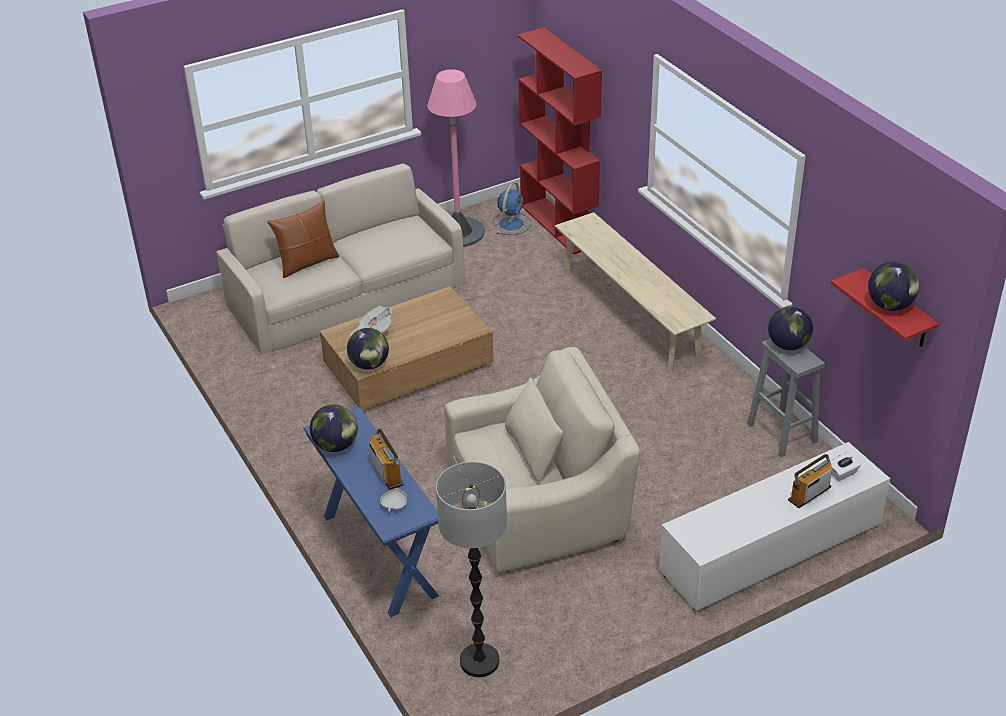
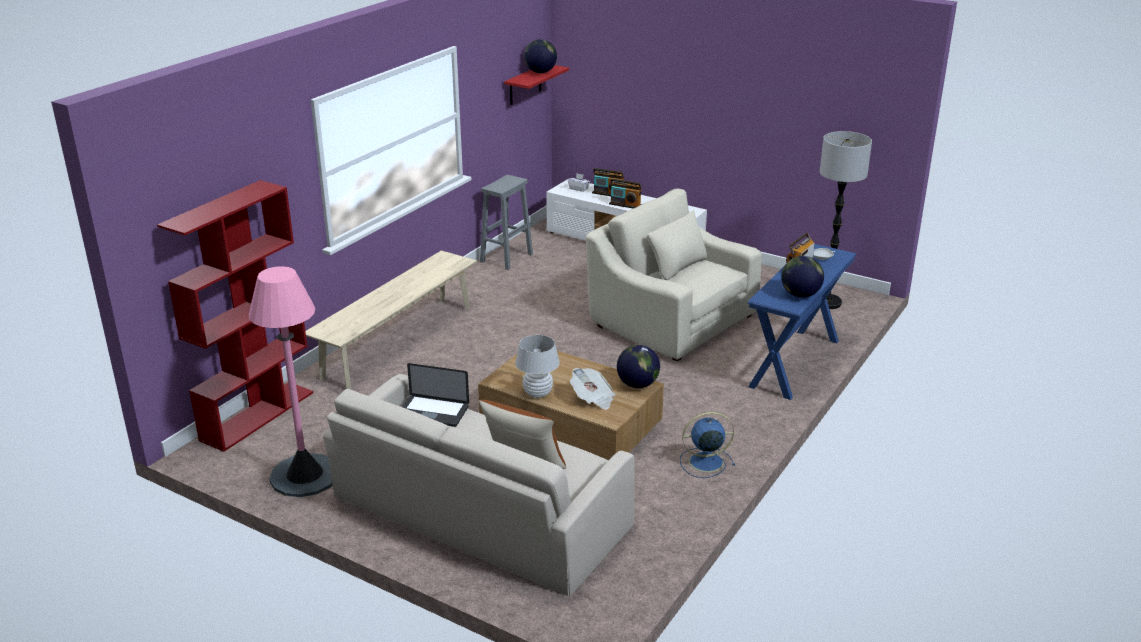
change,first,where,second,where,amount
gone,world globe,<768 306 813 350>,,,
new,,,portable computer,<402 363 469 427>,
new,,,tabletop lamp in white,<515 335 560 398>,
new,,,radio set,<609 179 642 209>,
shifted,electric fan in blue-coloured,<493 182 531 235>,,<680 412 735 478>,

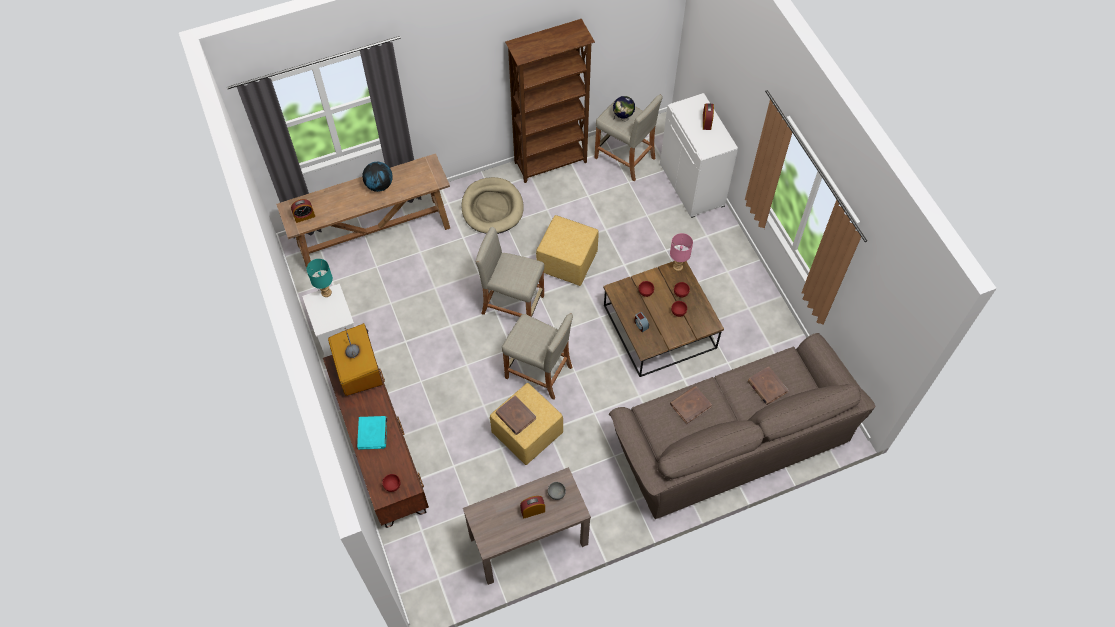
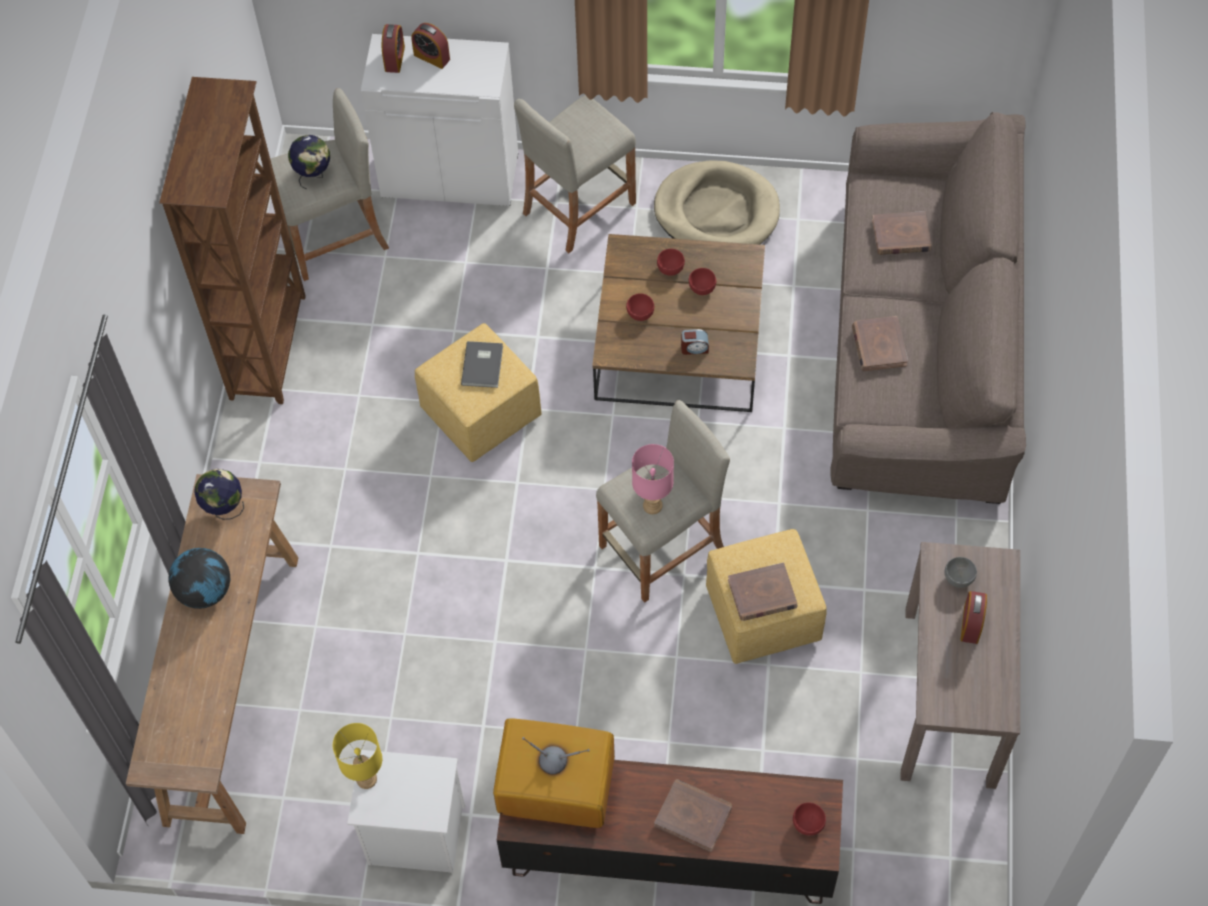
change,first,where,second,where,amount
new,,,world globe,<194 469 244 520>,
new,,,bound book in gray,<461 341 503 388>,
shifted,table clock,<291 199 315 223>,,<382 24 405 73>,
shifted,pet bed in sand-coloured,<461 177 524 234>,,<654 160 780 245>,
shifted,stool in sand-coloured,<476 227 544 317>,,<514 95 636 253>,
shifted,tabletop lamp in pink-coloured,<670 233 693 271>,,<632 444 674 514>,
repainted,tabletop lamp in blue-green,<306 259 333 297>,tabletop lamp in yellow-coloured,<333 723 382 789>,
repainted,bound book in blue-green,<357 416 387 450>,bound book in brownish,<654 779 732 852>,

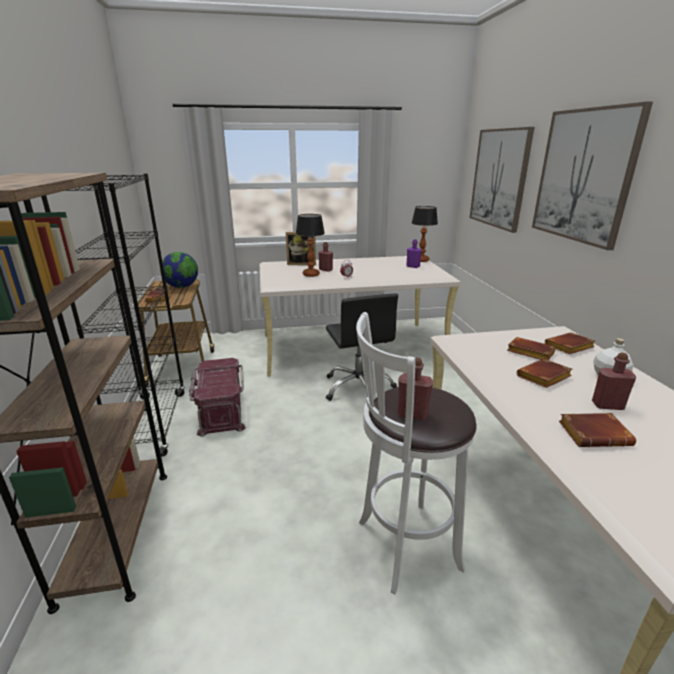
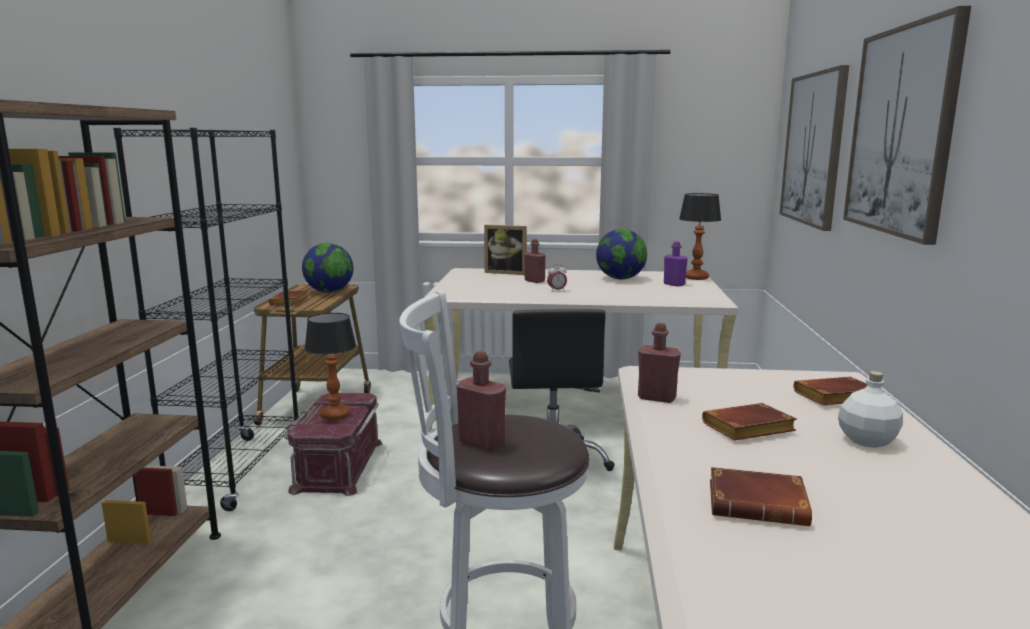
change,first,where,second,where,amount
gone,bound book in brownish,<507 337 556 360>,,,
new,,,world globe,<596 229 647 280>,
shifted,tabletop lamp,<296 214 325 277>,,<305 313 356 420>,
shifted,drink bottle in reddish,<592 353 636 410>,,<638 323 681 403>,

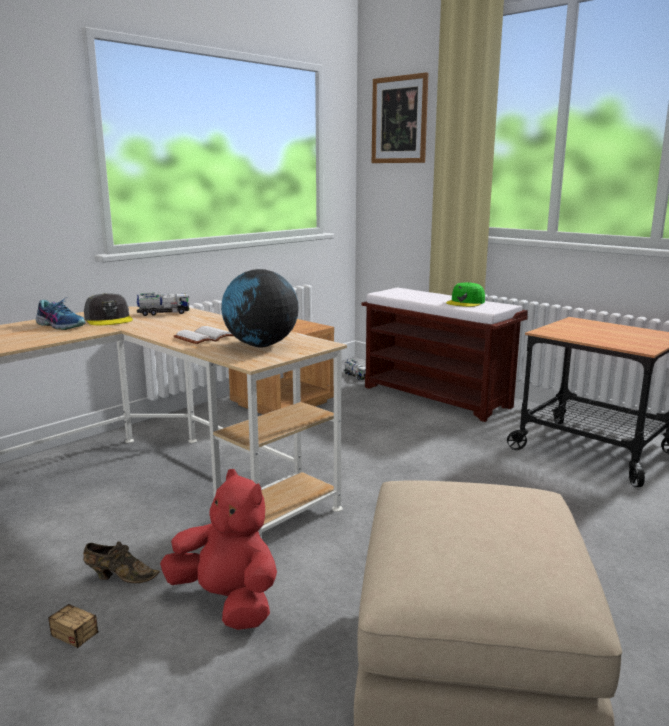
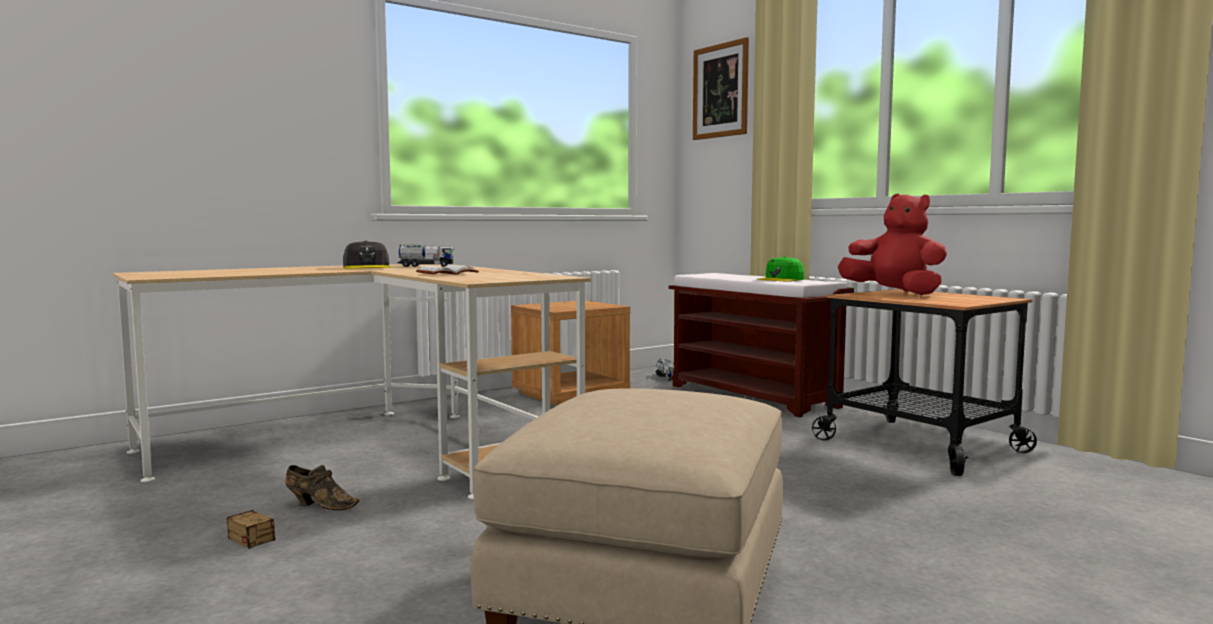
change,first,where,second,where,amount
gone,shoe,<36 298 86 330>,,,
gone,world globe,<221 269 299 347>,,,
shifted,cuddly toy in reddish,<160 469 277 630>,,<838 193 947 295>,

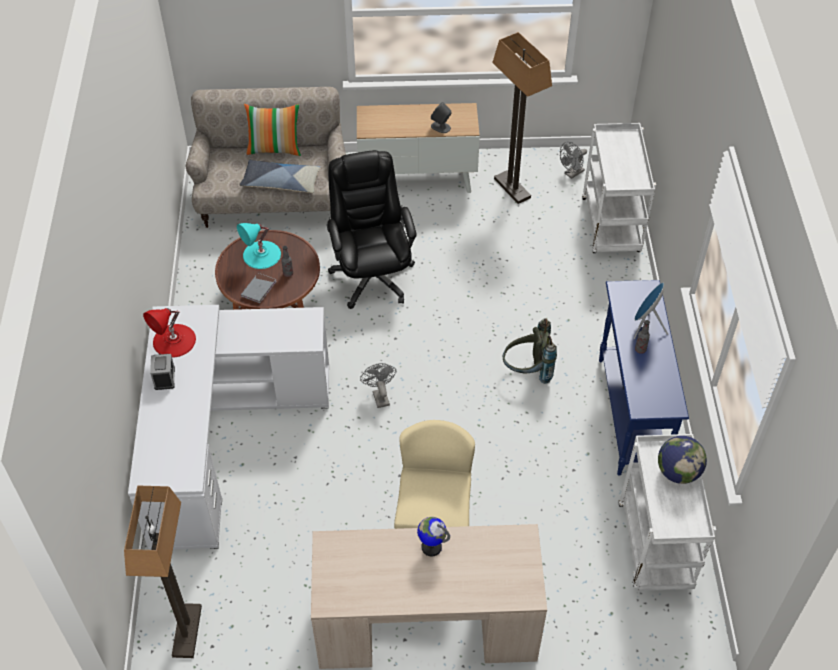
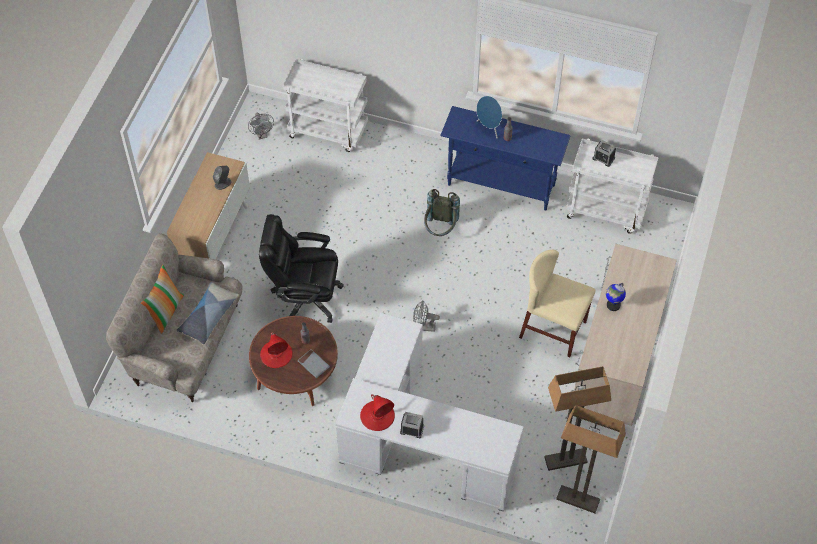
change,first,where,second,where,amount
shifted,floor lamp,<492 32 552 204>,,<544 366 611 471>,
swapped,world globe,<658 436 707 484>,table clock,<592 140 616 167>,
repainted,tabletop lamp in blue-green,<237 223 281 269>,tabletop lamp in reddish,<260 333 293 368>,

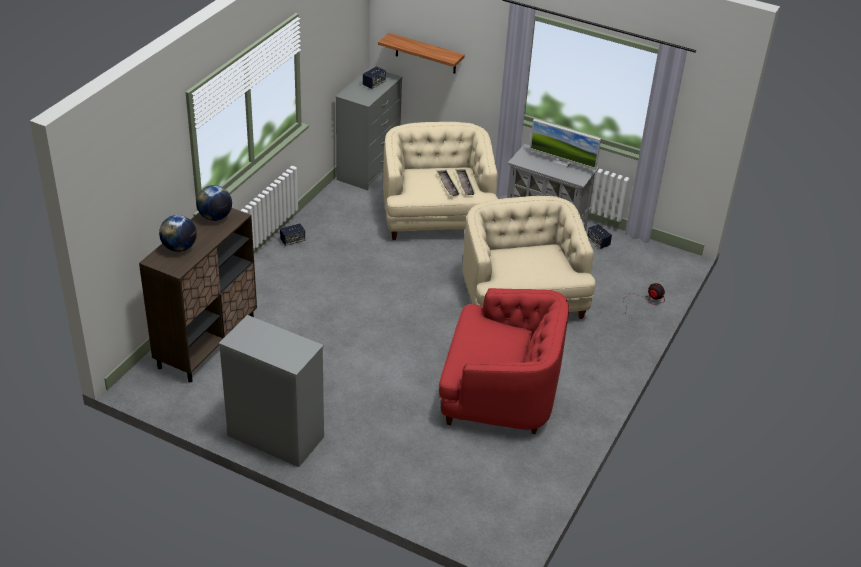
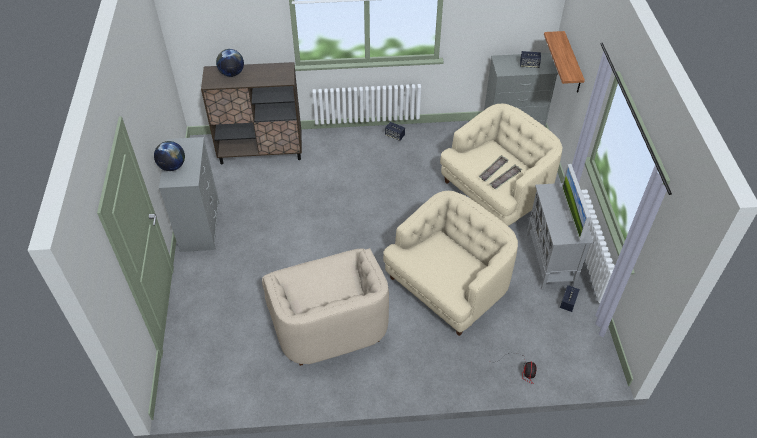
change,first,where,second,where,amount
shifted,world globe,<196 185 232 221>,,<154 141 185 171>,
repainted,lounge chair in reddish,<439 288 569 434>,lounge chair in sand-coloured,<262 248 389 366>,

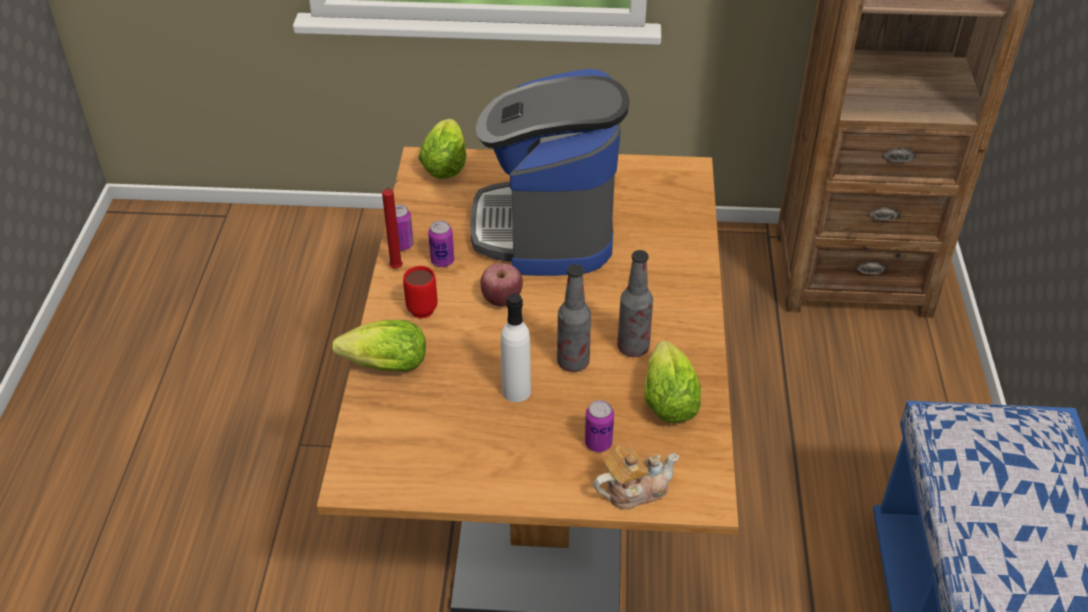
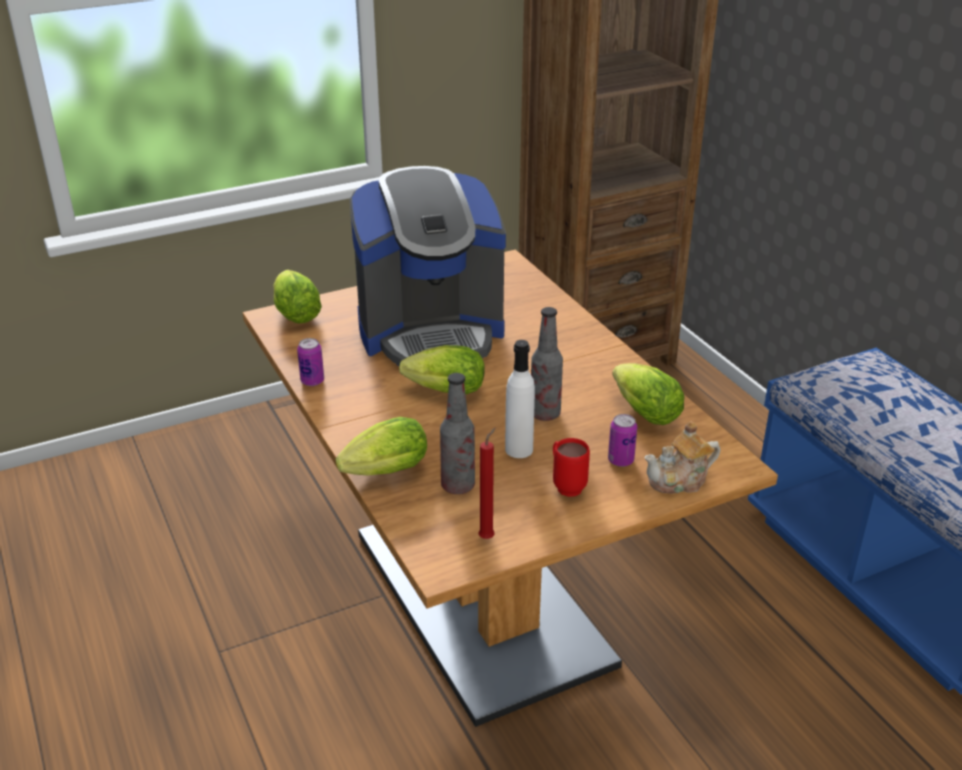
change,first,where,second,where,amount
gone,metal can,<428 220 454 267>,,,
shifted,wax light in reddish,<382 180 403 268>,,<478 428 496 539>,
shifted,mug in reddish,<403 266 438 318>,,<553 438 590 497>,
shifted,drink bottle,<617 250 653 357>,,<440 373 475 494>,
swapped,apple fruit,<481 263 523 306>,lettuce,<399 345 485 395>,
rotated,coffee machine,<470 69 630 276>,,<350 166 506 366>,75 degrees counterclockwise
rotated,teapot,<593 446 679 509>,,<645 422 720 493>,150 degrees counterclockwise

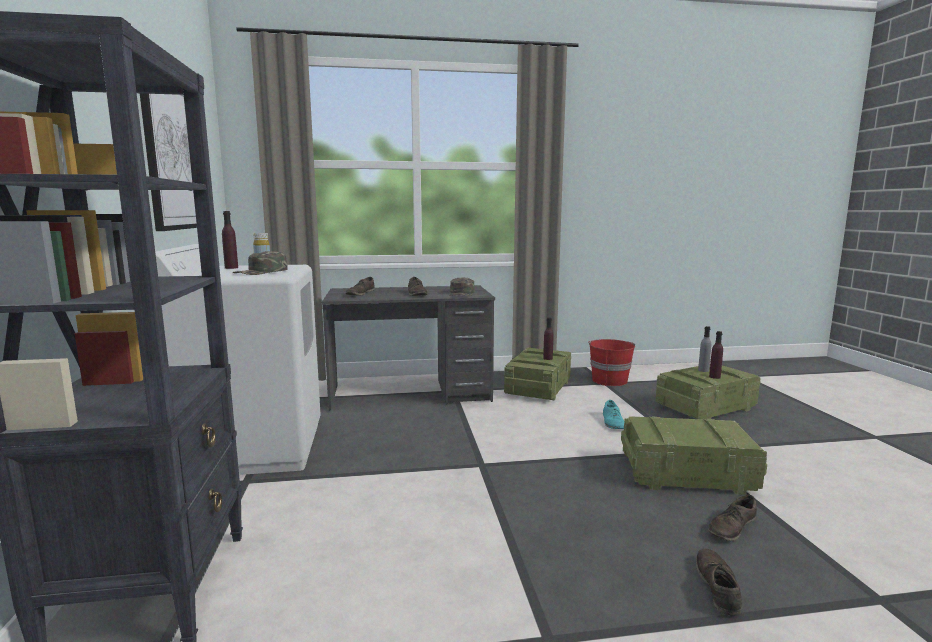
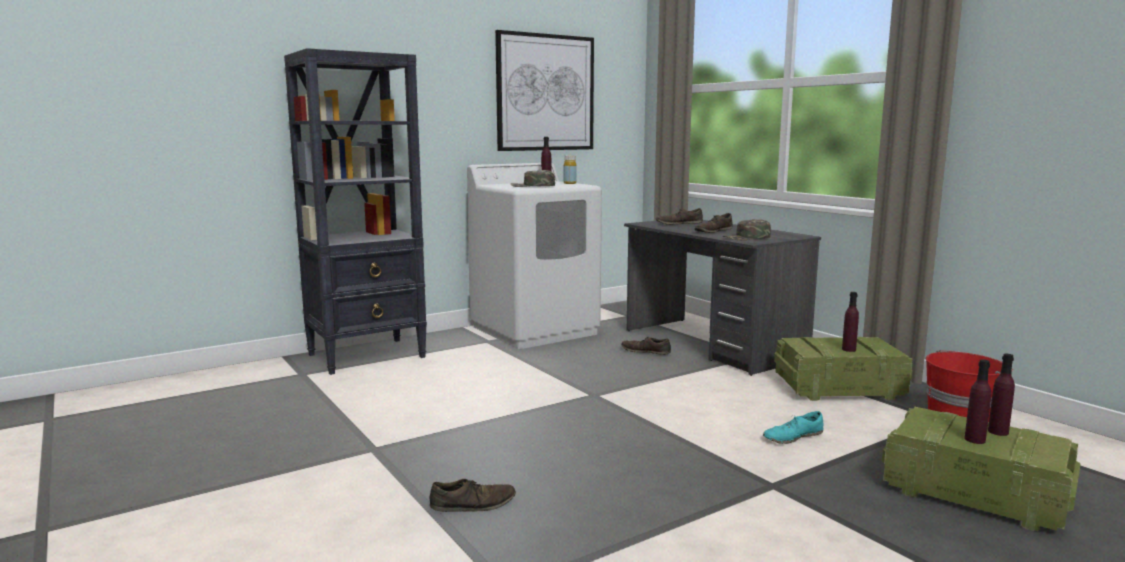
change,first,where,second,where,amount
gone,packing crate,<621 416 767 495>,,,
shifted,shoe in brownish,<708 495 757 541>,,<621 336 671 355>,
repainted,drink bottle in gray,<698 326 711 372>,drink bottle in purple-coloured,<988 354 1015 436>,

